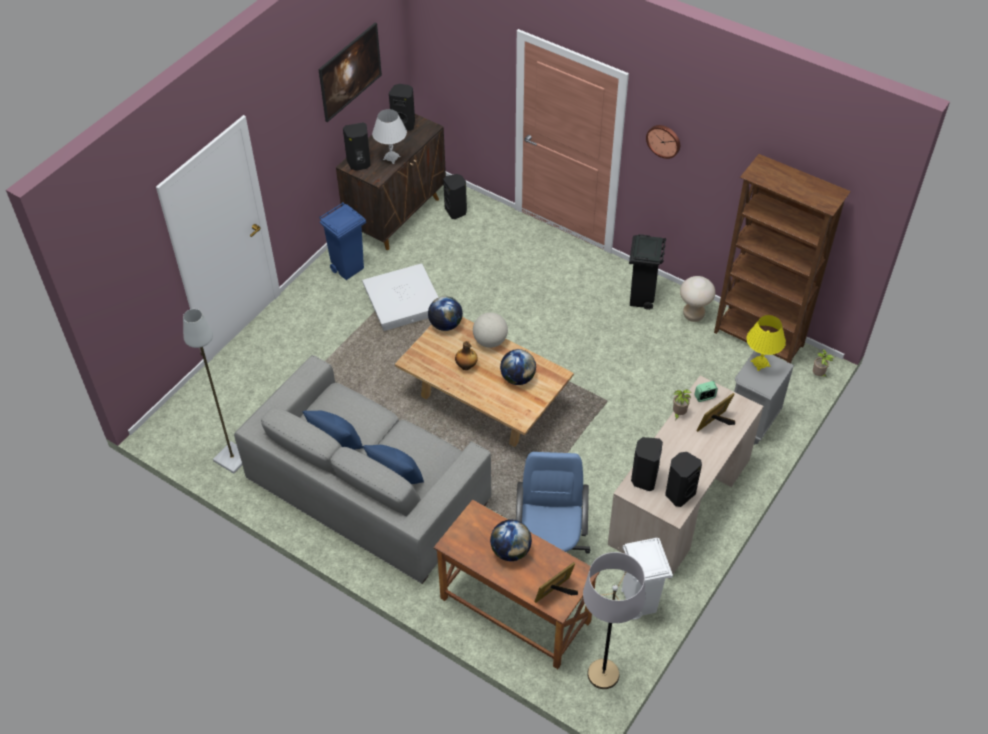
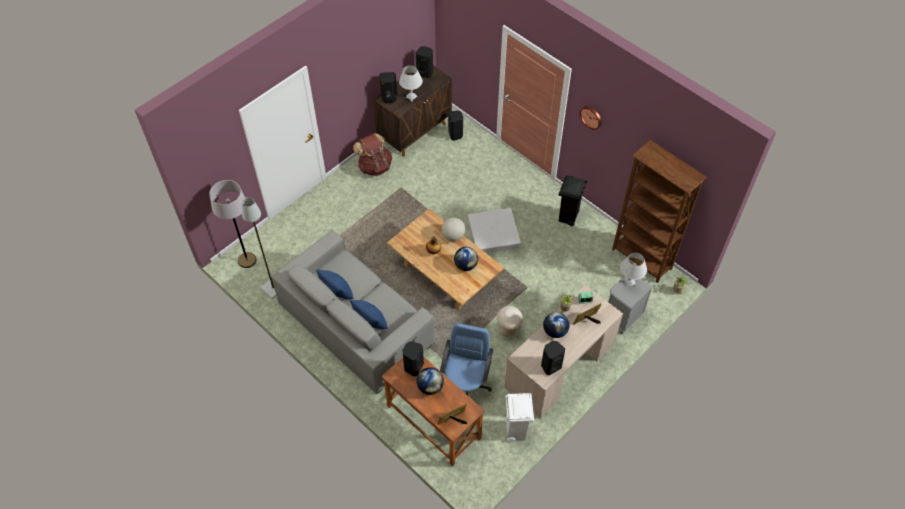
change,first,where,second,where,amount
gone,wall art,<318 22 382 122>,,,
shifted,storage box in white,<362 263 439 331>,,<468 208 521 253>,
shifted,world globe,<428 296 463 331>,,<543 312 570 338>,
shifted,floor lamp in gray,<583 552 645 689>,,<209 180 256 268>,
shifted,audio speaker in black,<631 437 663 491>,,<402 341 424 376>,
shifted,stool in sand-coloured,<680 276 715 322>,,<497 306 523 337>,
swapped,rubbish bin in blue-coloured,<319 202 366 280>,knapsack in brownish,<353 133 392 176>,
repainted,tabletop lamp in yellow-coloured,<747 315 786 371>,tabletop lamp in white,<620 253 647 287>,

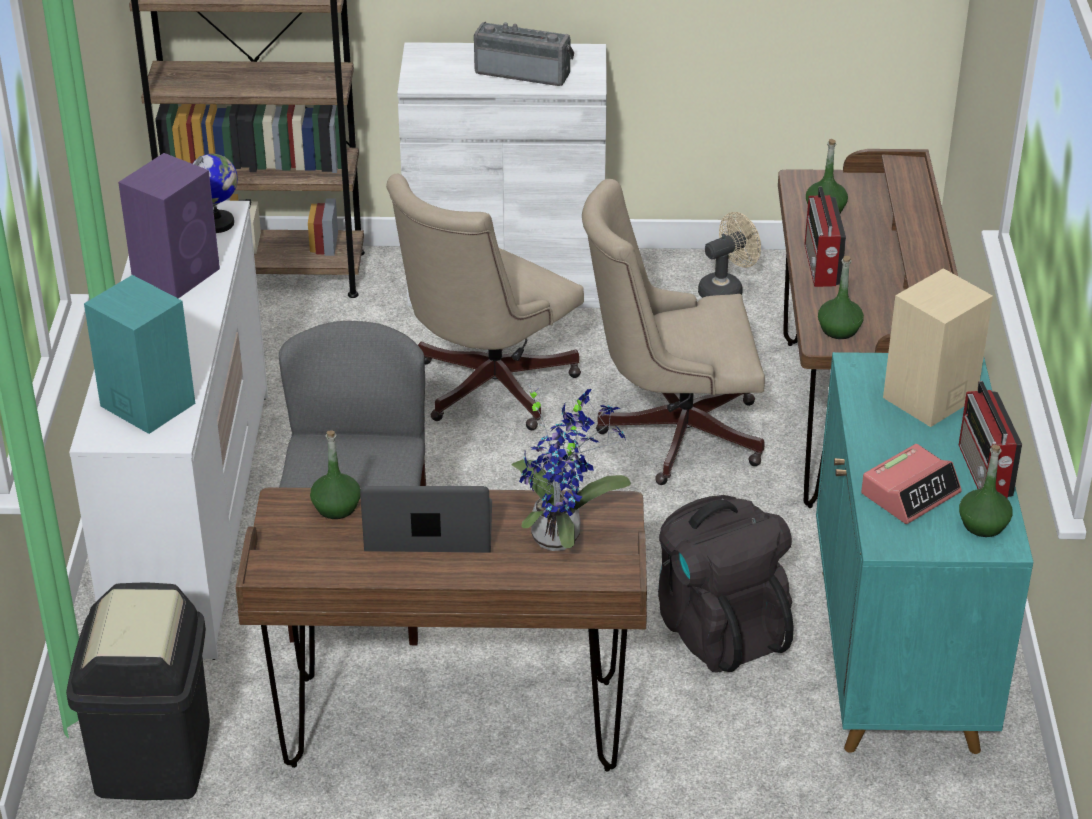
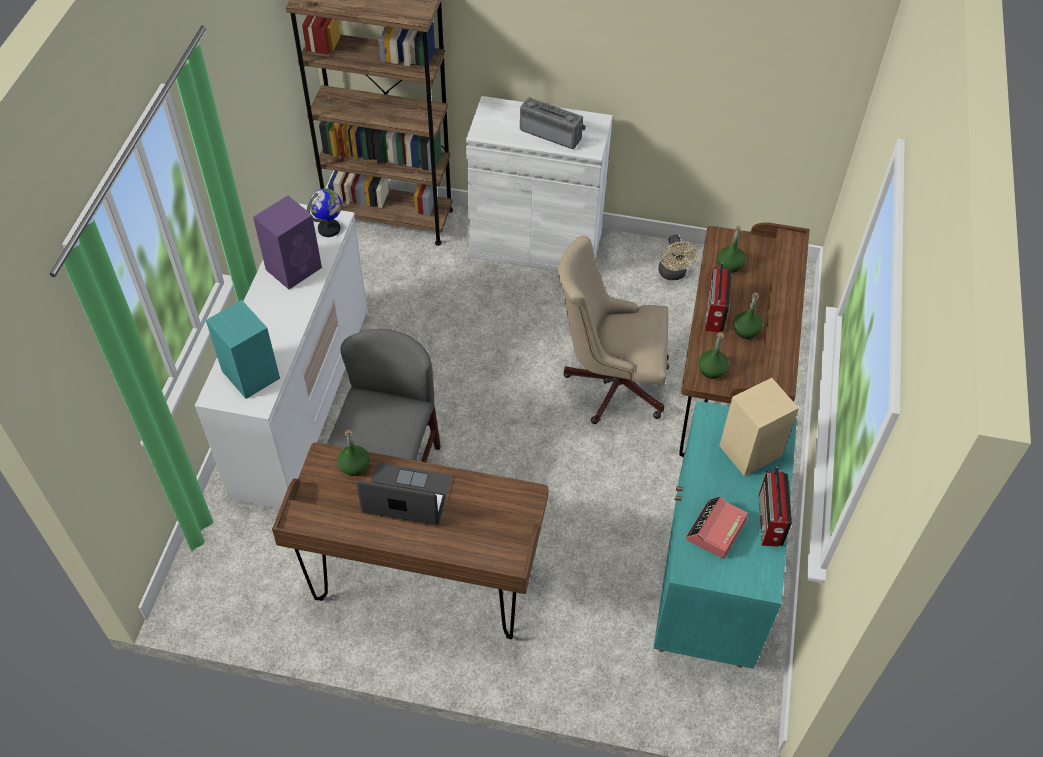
change,first,where,second,where,amount
gone,rubbish bin in black,<66 582 210 800>,,,
gone,computer chair in sand-coloured,<386 174 584 430>,,,
gone,potted plant,<511 384 631 551>,,,
gone,knapsack in black,<658 495 794 673>,,,
shifted,drink bottle in greenish,<959 445 1013 537>,,<733 293 763 339>,
rotated,electric fan in sand-coloured,<698 212 761 298>,,<658 234 698 280>,105 degrees clockwise
rotated,table clock,<861 444 962 524>,,<685 496 748 559>,150 degrees clockwise

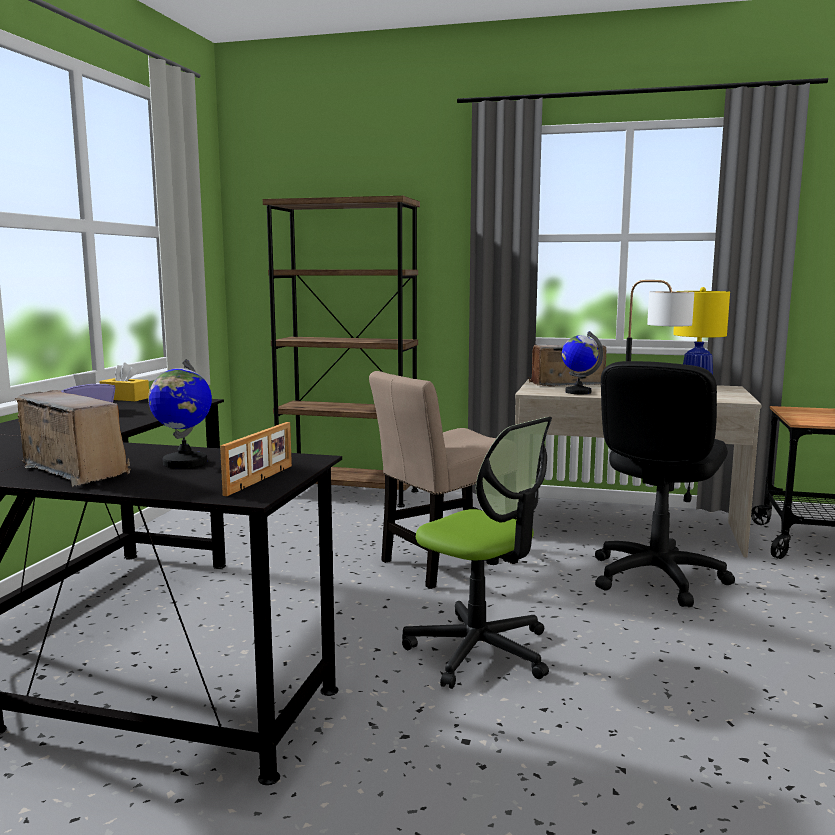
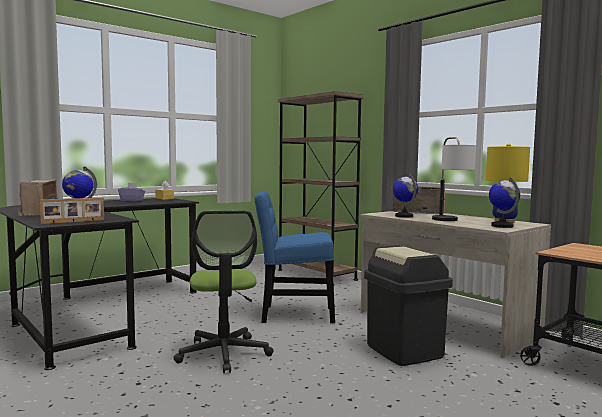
change,first,where,second,where,amount
new,,,world globe,<489 177 520 228>,
swapped,computer chair in black,<595 361 735 607>,rubbish bin in black,<364 246 453 366>,
repainted,plain chair in sand-coloured,<369 371 518 589>,plain chair in blue-coloured,<255 191 335 323>,

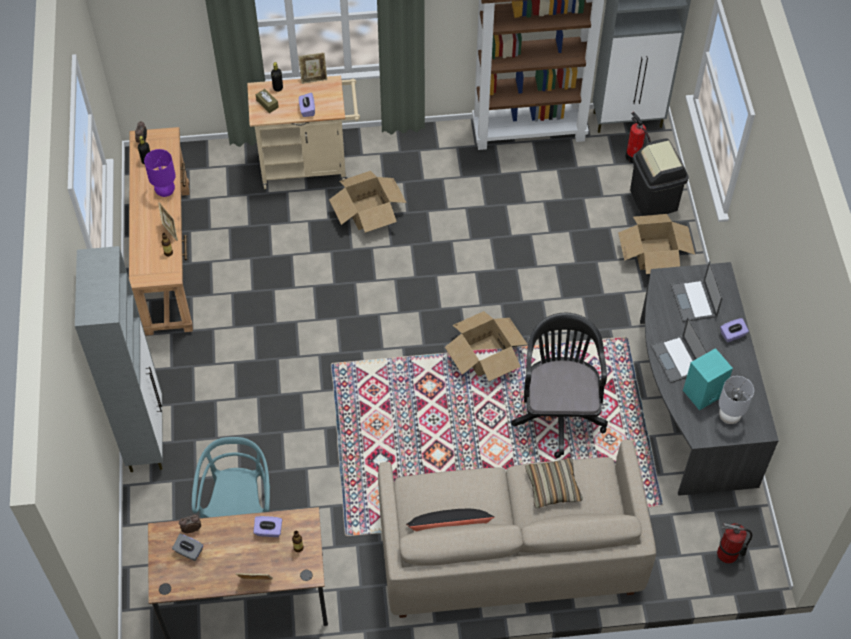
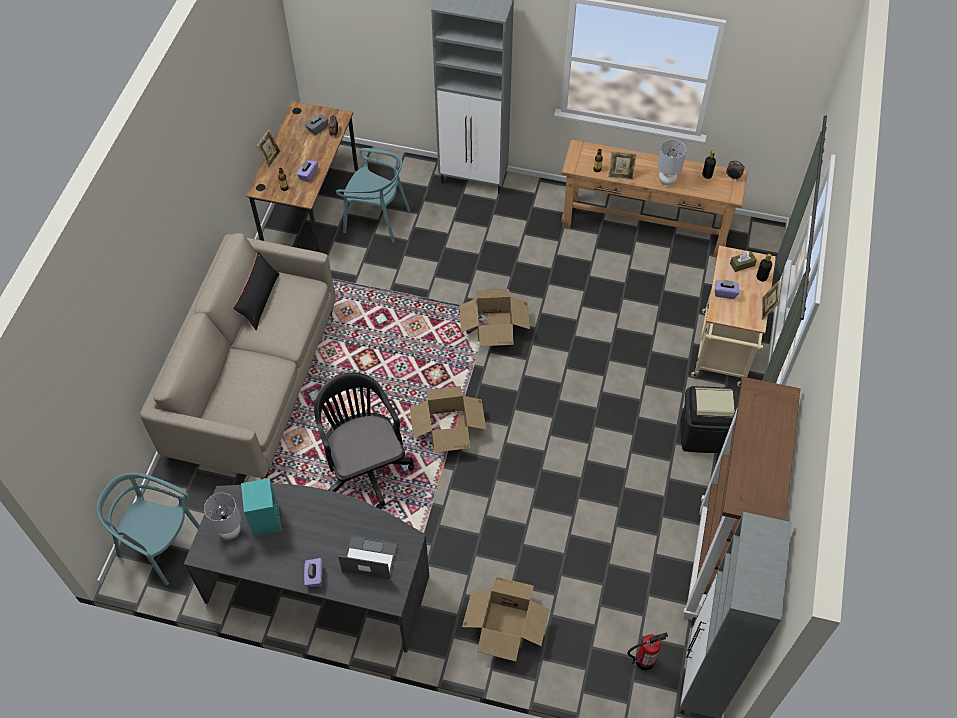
change,first,where,second,where,amount
gone,throw pillow,<525 458 583 509>,,,
gone,portable computer,<651 317 708 383>,,,
shifted,carton,<329 171 407 233>,,<460 289 530 346>,
shifted,rubbish bin in black,<630 138 689 216>,,<680 386 738 453>,
swapped,fire extinguisher,<717 523 752 563>,plain chair in blue-green,<97 473 200 585>,
repainted,tabletop lamp in purple-coloured,<144 149 176 197>,tabletop lamp in gray,<658 139 686 185>,
rotated,computer chair in black,<511 313 608 458>,,<314 373 414 509>,135 degrees counterclockwise

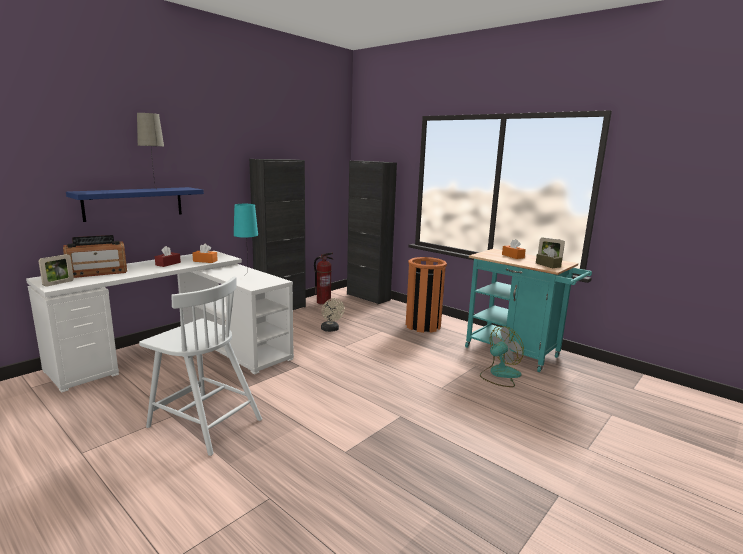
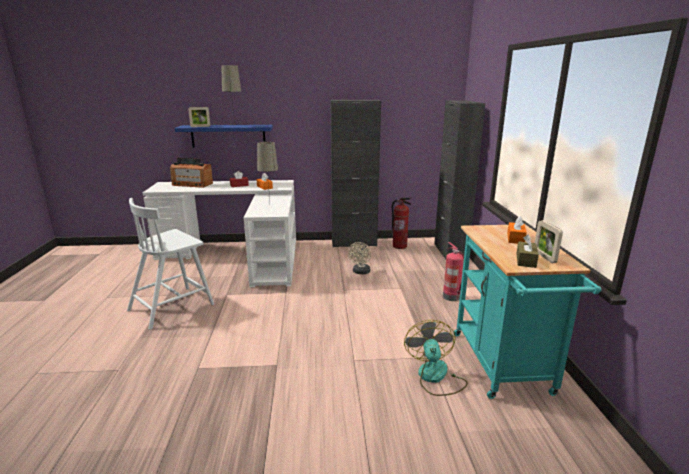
change,first,where,second,where,amount
shifted,picture frame,<38 254 74 287>,,<188 107 210 127>,
swapped,rubbish bin in orange,<406 257 447 333>,fire extinguisher,<443 242 464 301>,
repainted,tabletop lamp in blue-green,<234 204 258 276>,tabletop lamp in sand-coloured,<257 142 278 201>,
rotated,plain chair in white,<139 276 262 456>,,<127 198 214 330>,60 degrees clockwise
rotated,electric fan,<480 326 524 387>,,<404 320 468 396>,105 degrees counterclockwise

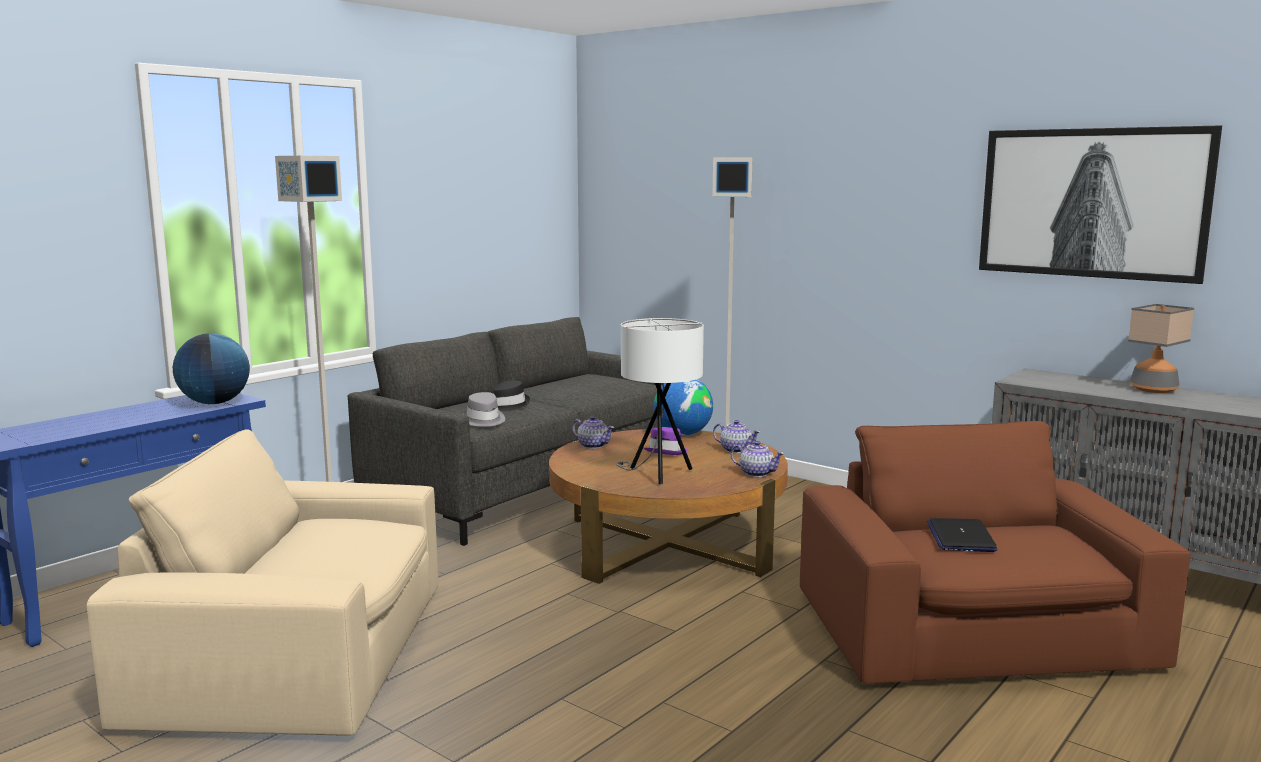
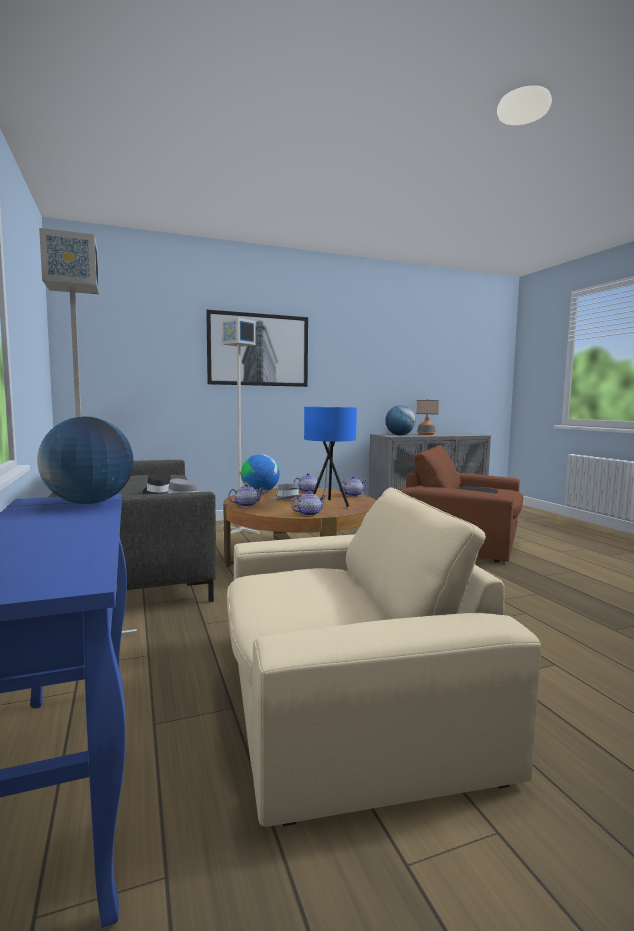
change,first,where,second,where,amount
new,,,teapot,<291 491 327 516>,
new,,,world globe,<385 405 415 435>,
shifted,wall art,<979 125 1222 284>,,<206 310 308 387>,
repainted,tabletop lamp in white,<616 318 704 484>,tabletop lamp in blue-coloured,<293 407 357 507>,
repainted,hat in purple-coloured,<644 427 689 455>,hat in gray,<273 483 302 500>,
rotated,lounge chair in sand-coloured,<87 429 438 736>,,<227 487 541 827>,135 degrees counterclockwise

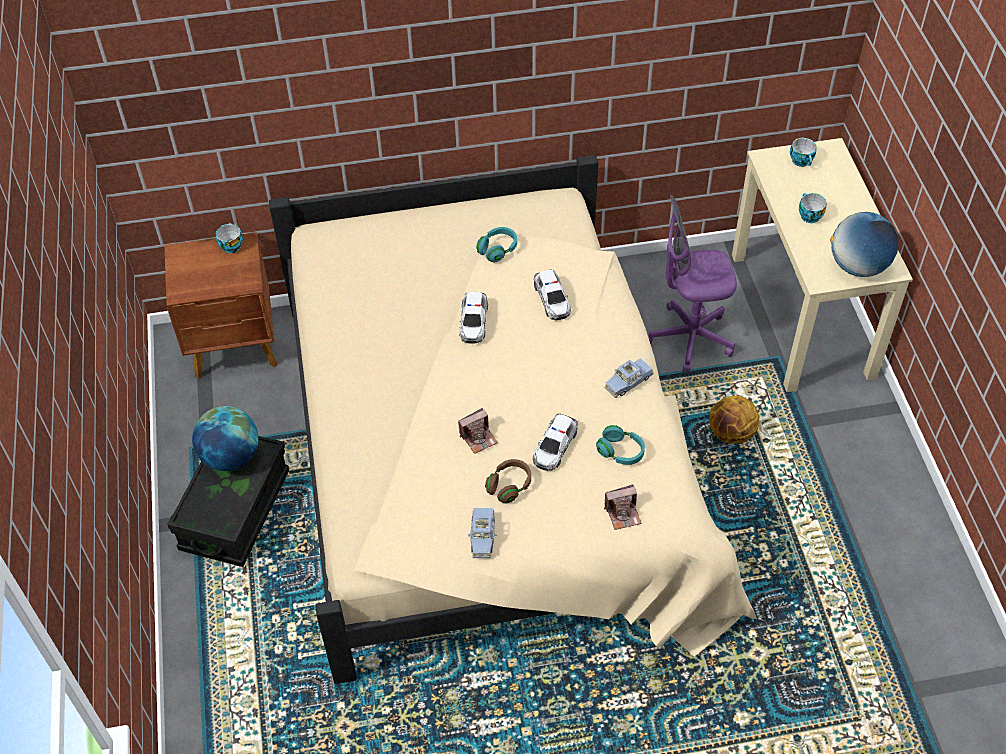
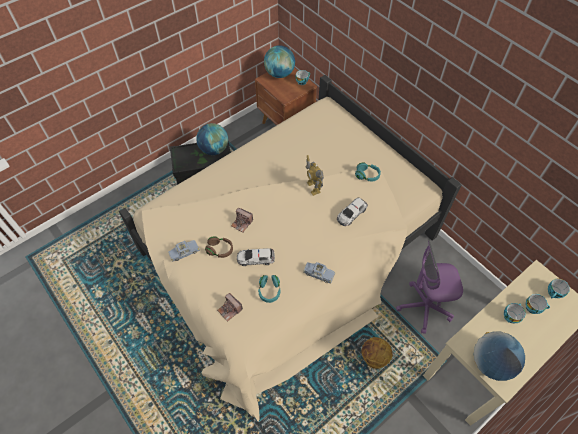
change,first,where,second,where,amount
new,,,world globe,<264 45 295 78>,
new,,,drinking cup,<526 294 550 314>,
swapped,model car,<459 292 488 343>,robot figure,<306 155 324 196>,
rotated,computer chair in purple-coloured,<648 195 737 373>,,<396 241 463 334>,60 degrees counterclockwise

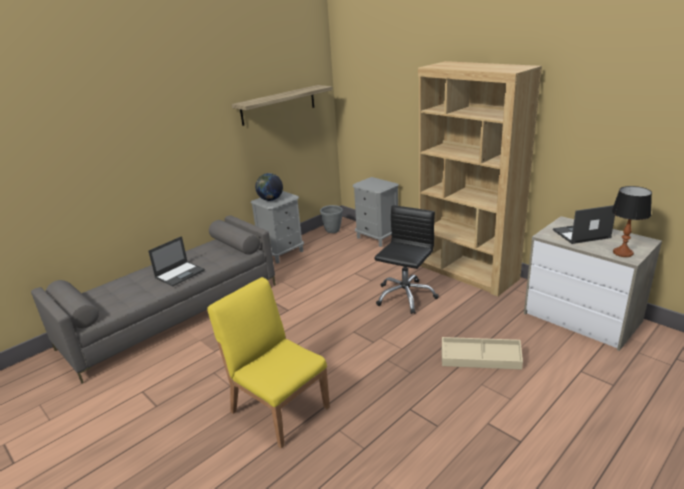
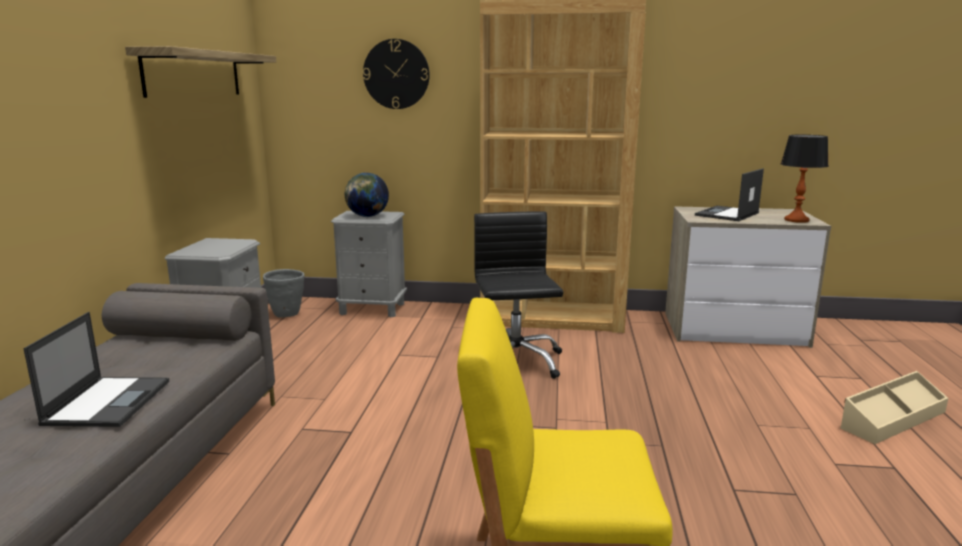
change,first,where,second,where,amount
new,,,wall clock,<363 39 430 109>,
shifted,world globe,<255 173 283 201>,,<345 173 389 217>,
shifted,storage box in sand-coloured,<442 337 523 370>,,<841 371 948 444>,

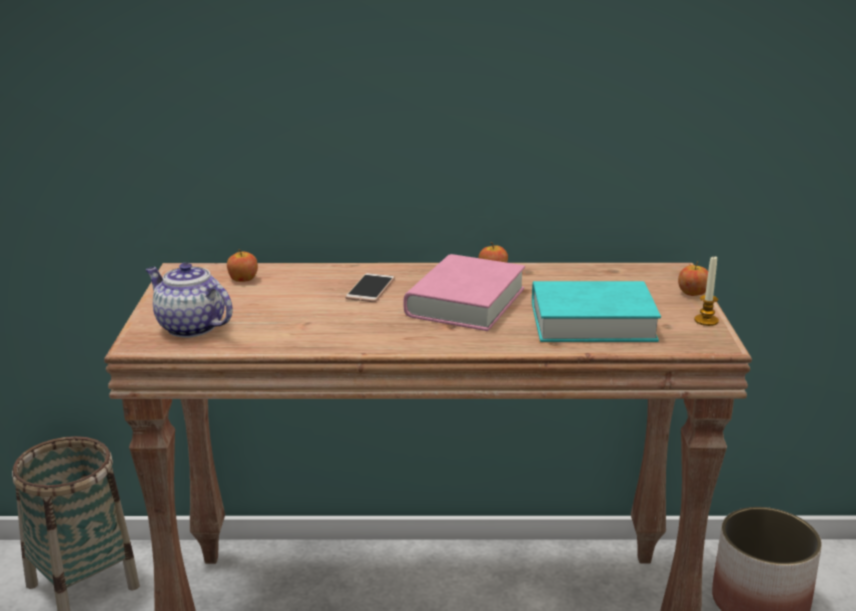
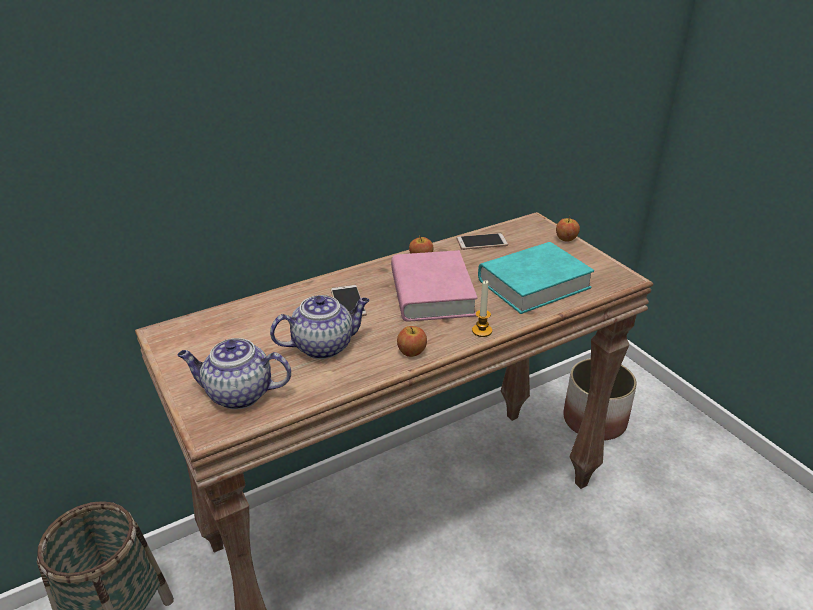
change,first,where,second,where,amount
new,,,teapot,<270 295 369 359>,
new,,,telephone,<456 233 508 250>,
shifted,apple fruit,<227 249 258 282>,,<397 326 427 357>,
shifted,wax light,<694 257 719 326>,,<472 280 492 337>,

